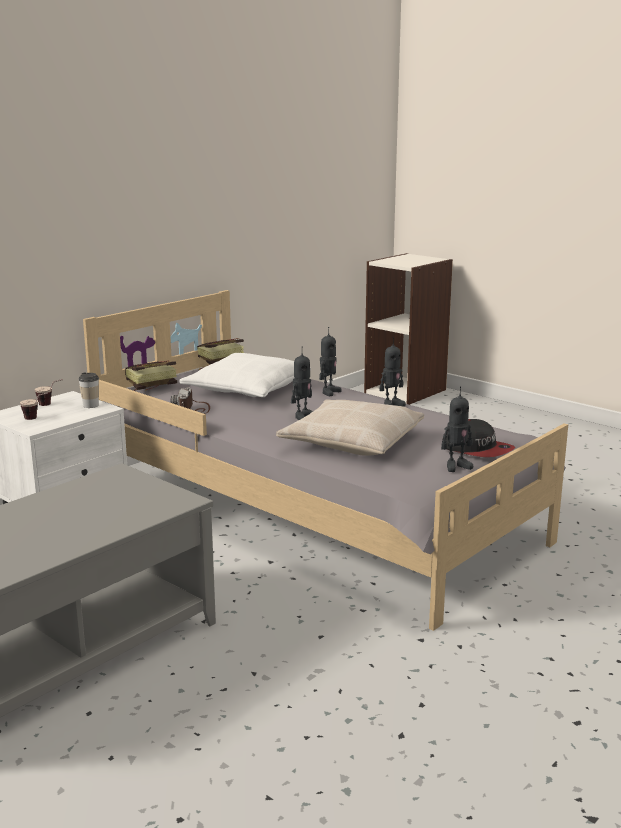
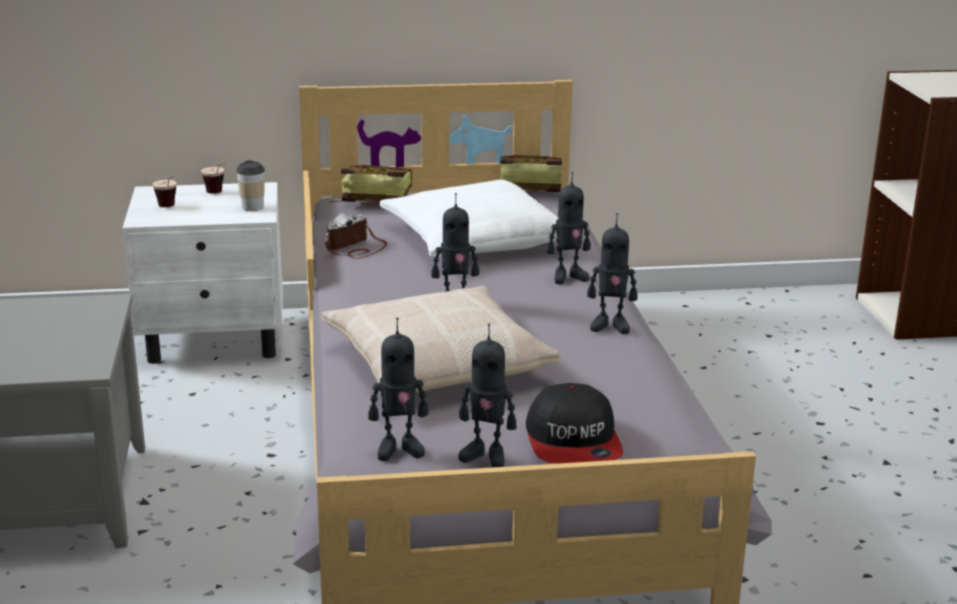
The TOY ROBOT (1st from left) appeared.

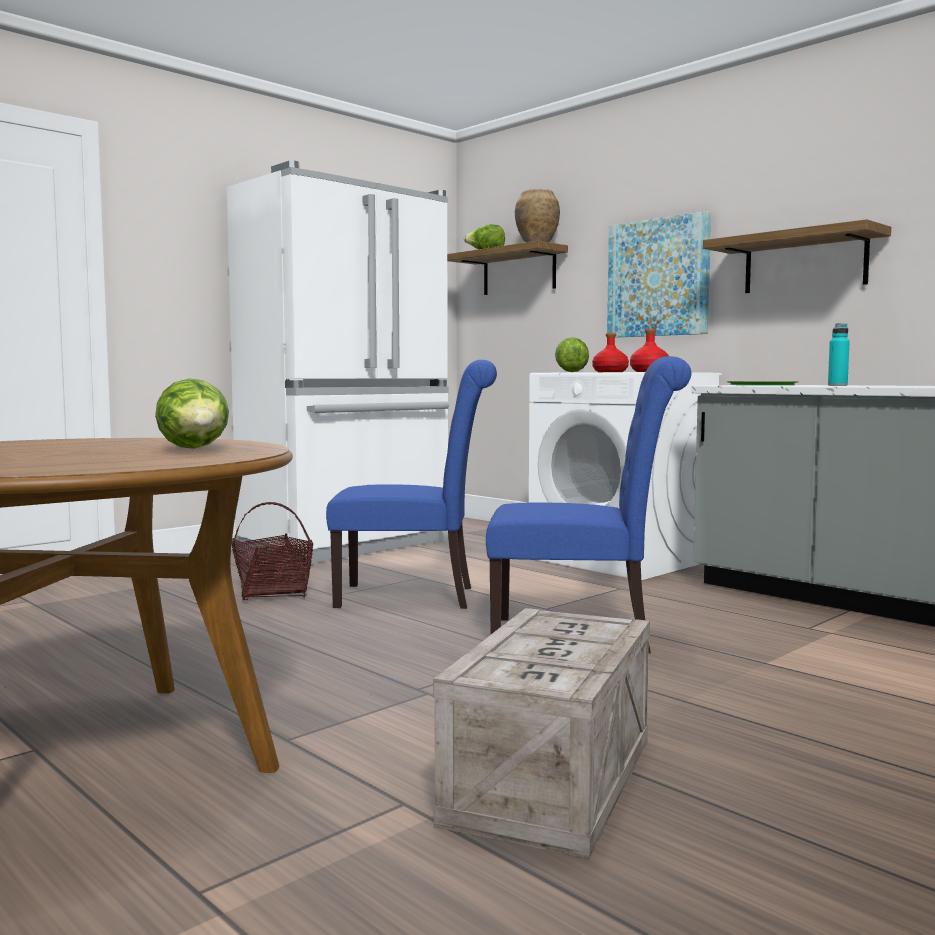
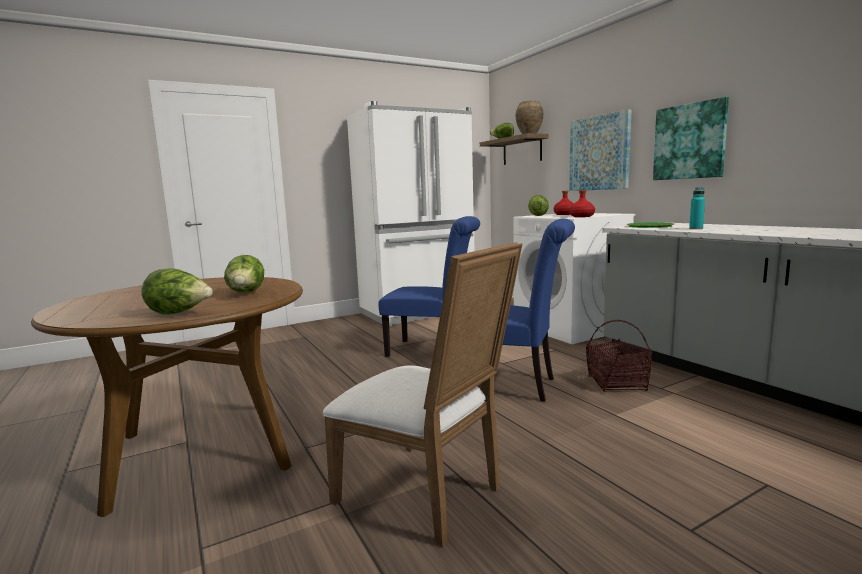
The LETTUCE HEAD (1st from left) appeared.
The BASKET moved.
The SHIPPING CRATE was replaced by the WHITISH UPRIGHT CHAIR.
The WALL SHELF (2nd from left) was replaced by the PICTURE (2nd from left).

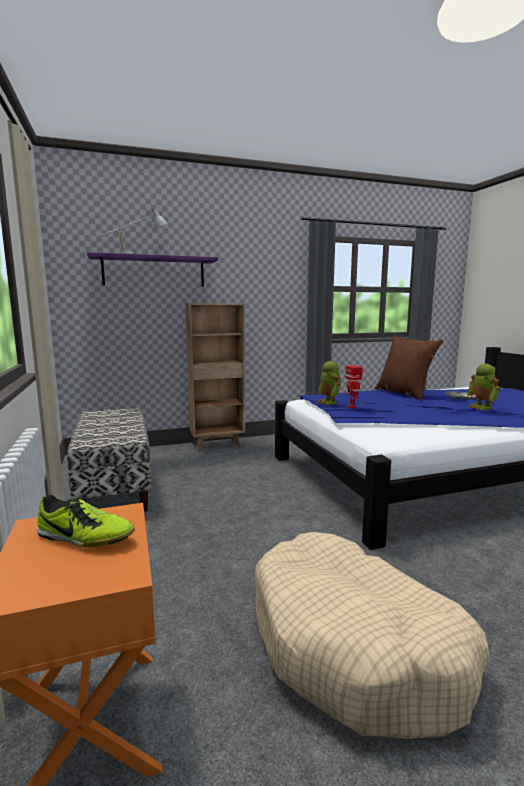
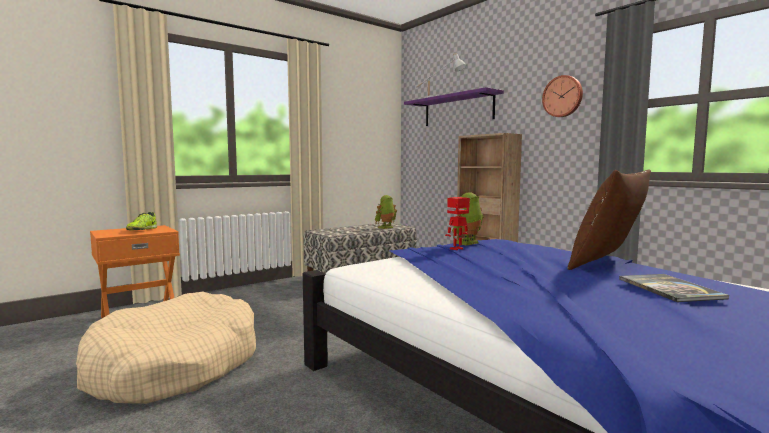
The WALL CLOCK appeared.
The TOY ROBOT (3rd from left in the first image) moved.

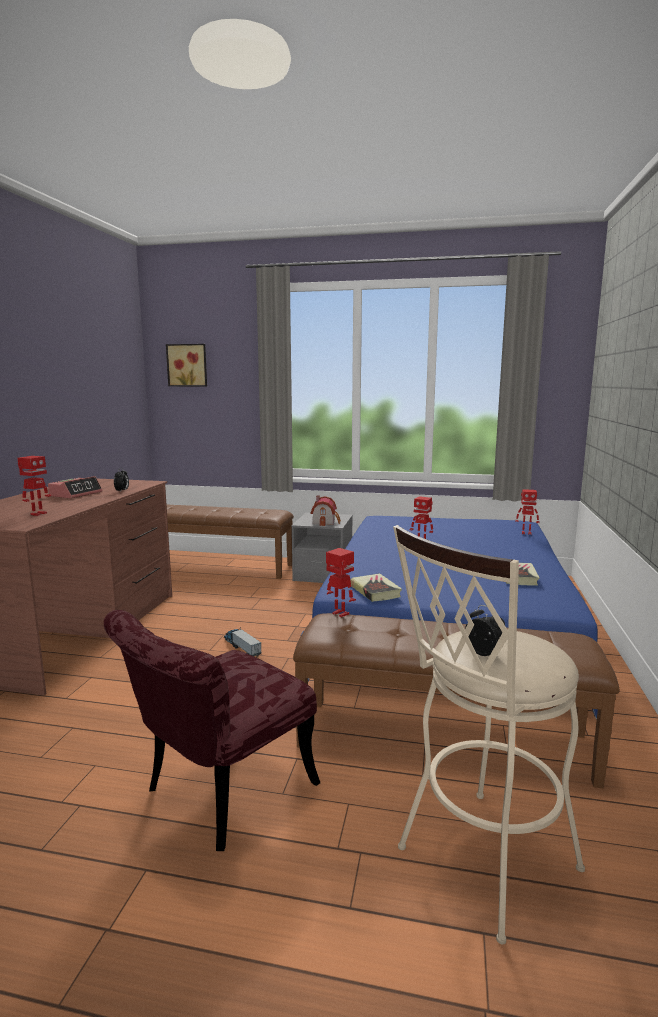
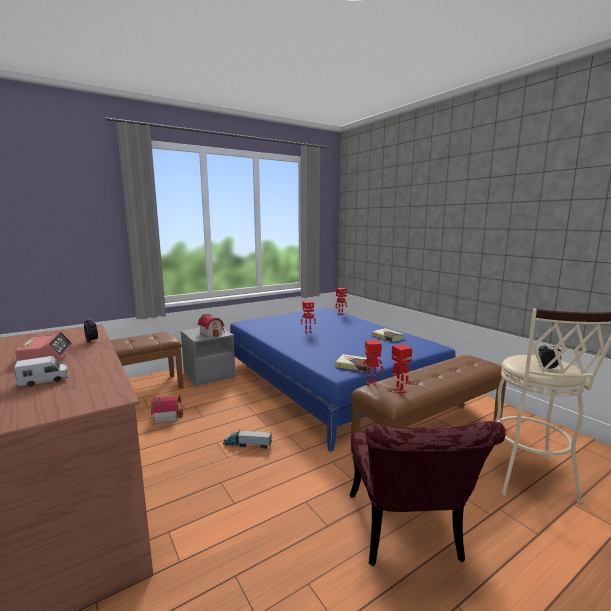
The PICTURE disappeared.
The MODEL TRUCK (1st from left) appeared.
The MINIATURE HOUSE (1st from left) appeared.
The TOY ROBOT (1st from left in the first image) moved.

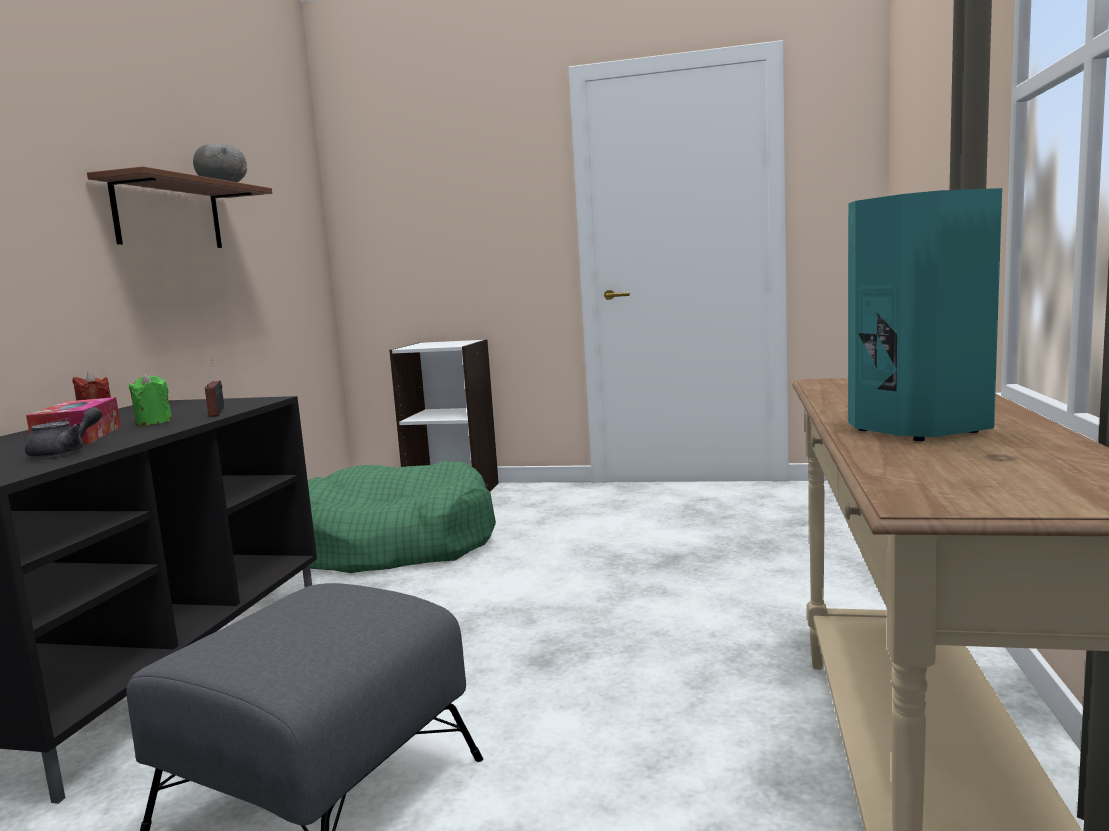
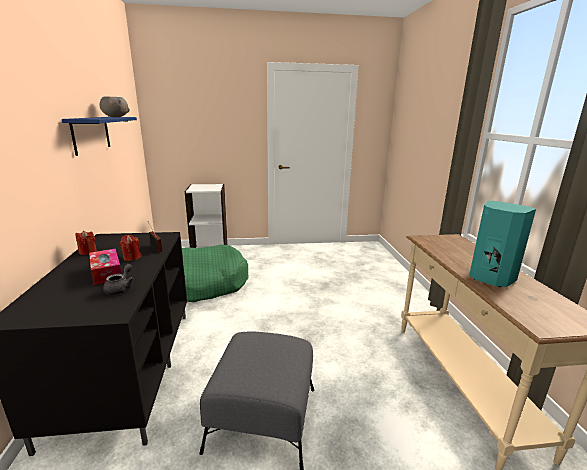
The BROWN-COLOURED WALL SHELF became the BLUE-COLOURED WALL SHELF.
The GREEN-COLOURED WAX LIGHT became the REDDISH WAX LIGHT (2nd from left).

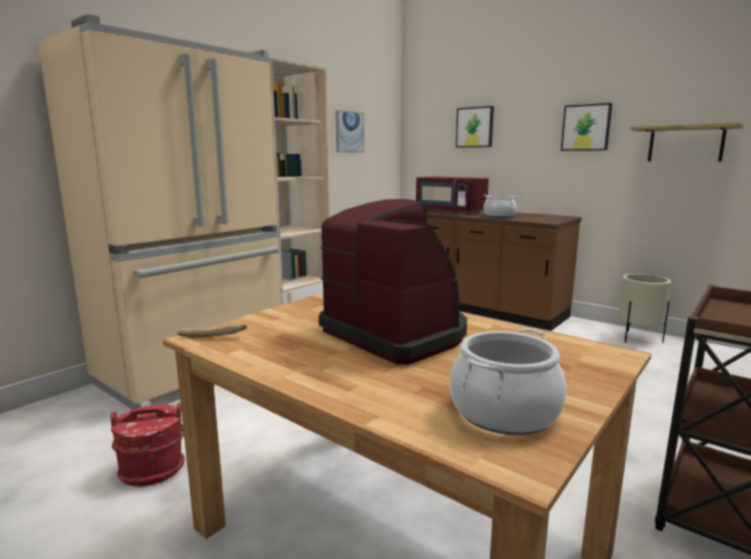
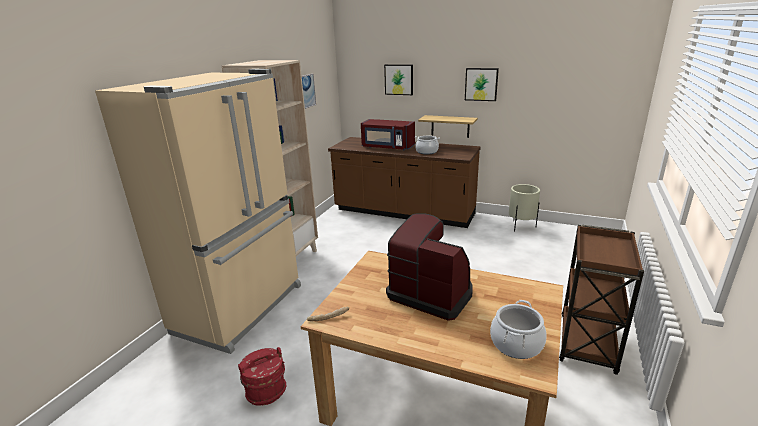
The WALL SHELF moved.

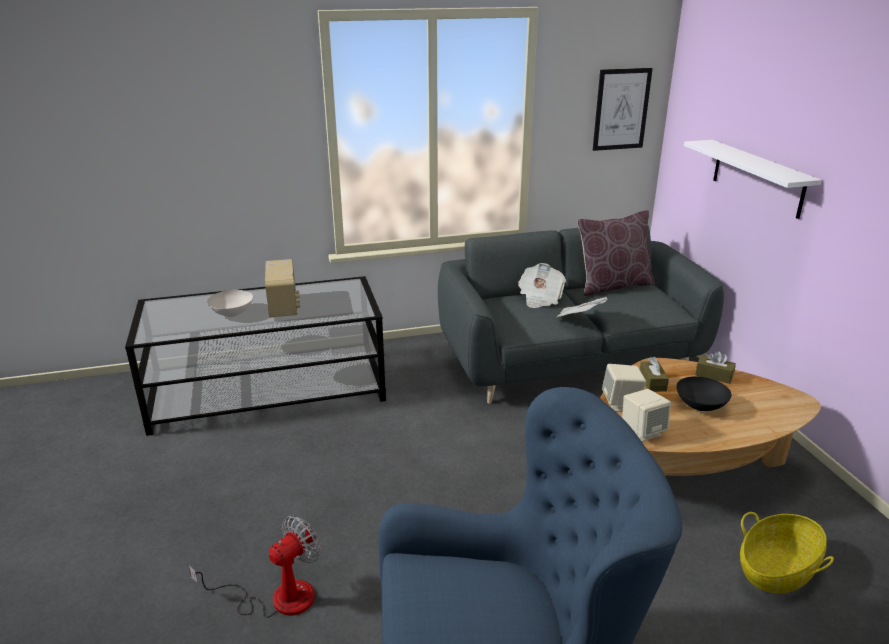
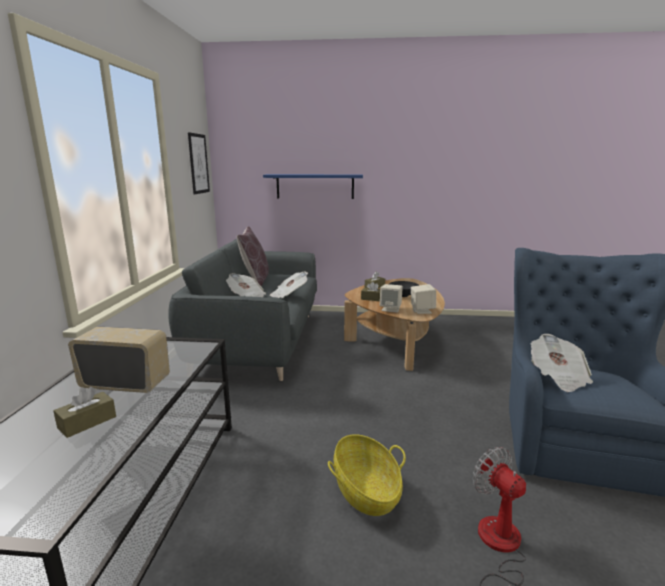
The PRINTED PAPER (3rd from left) appeared.
The BASKET moved.
The WHITISH SERVING BOWL was replaced by the BROWN-COLOURED BOX OF TISSUES (1st from left).
The WHITISH WALL SHELF became the BLUE-COLOURED WALL SHELF.

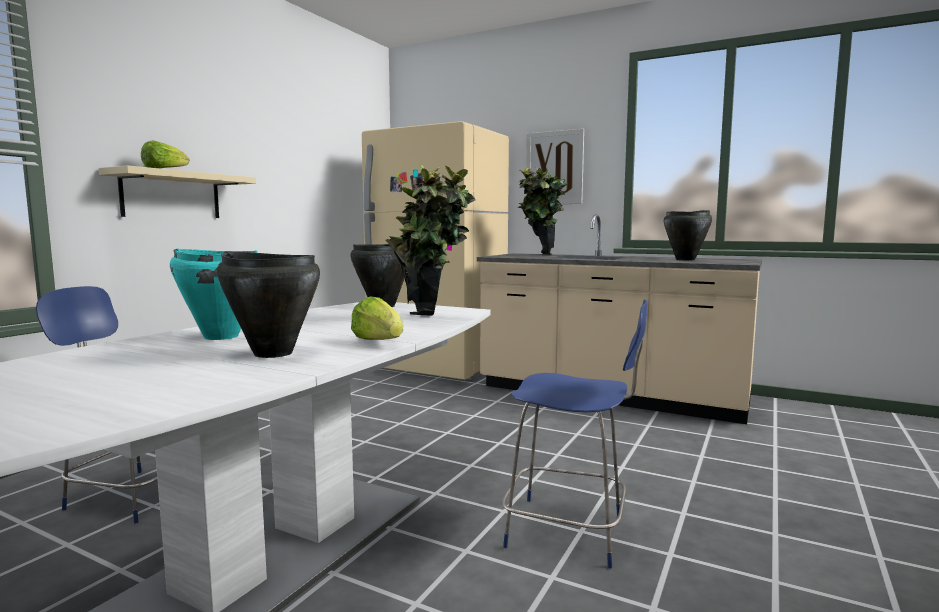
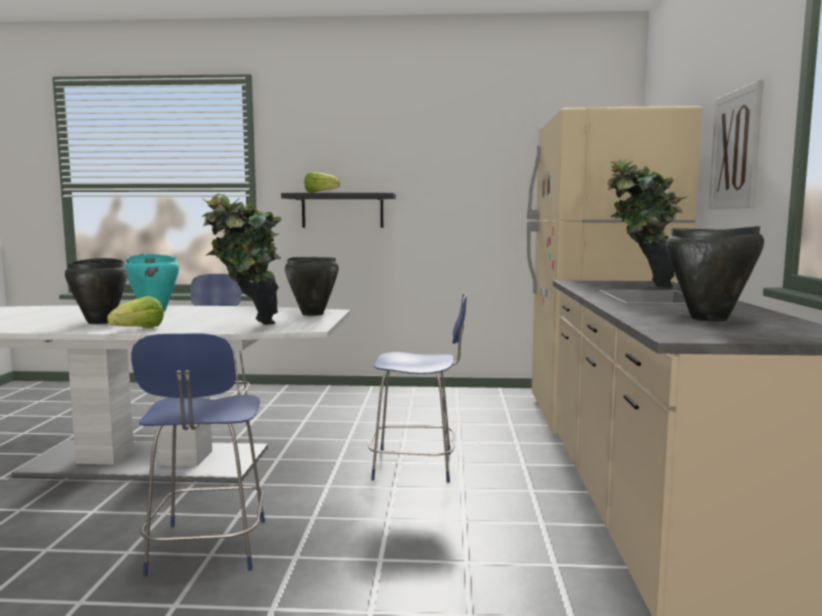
The BLUE-COLOURED UPRIGHT CHAIR (3rd from left) appeared.
The BEIGE WALL SHELF became the BLACK-COLOURED WALL SHELF.

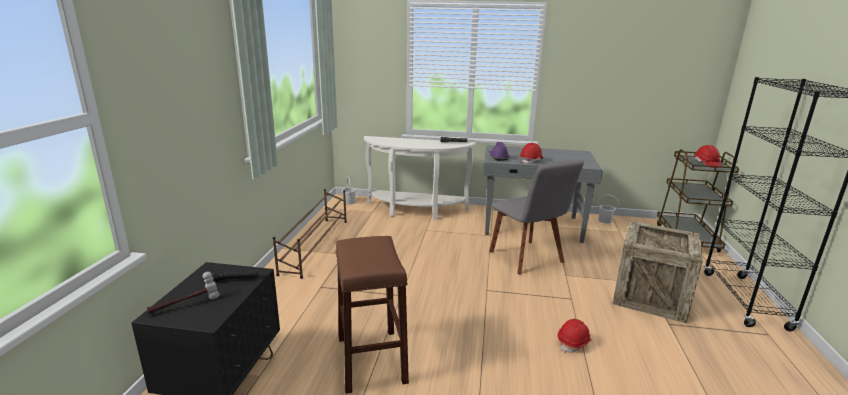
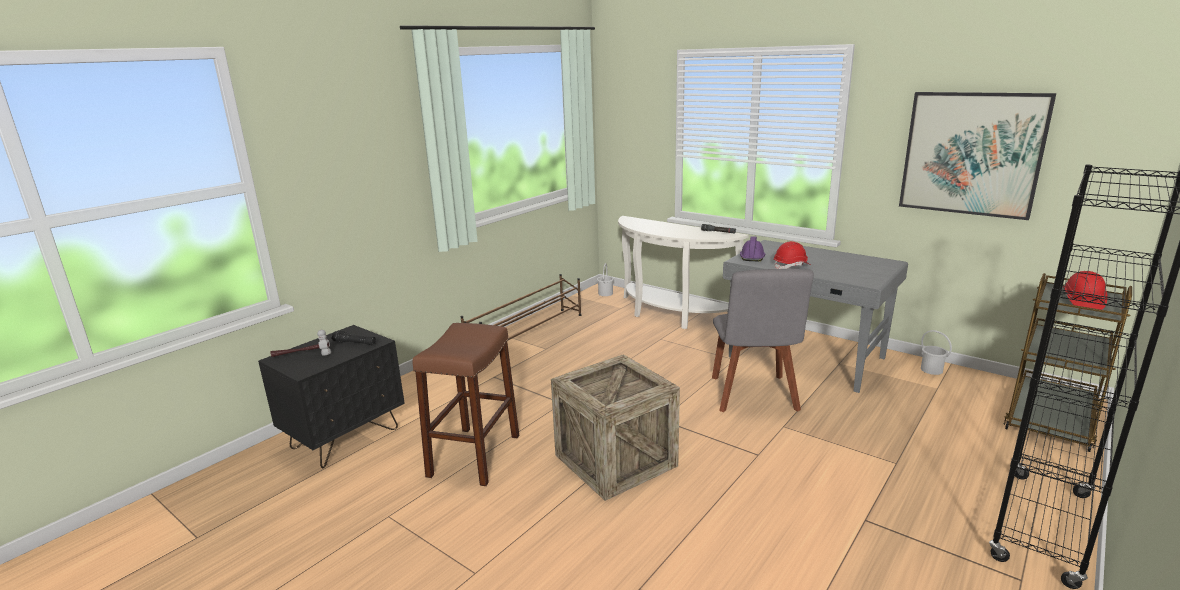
The REDDISH WORK HELMET (2nd from left) disappeared.
The PICTURE appeared.
The SHIPPING CRATE moved.

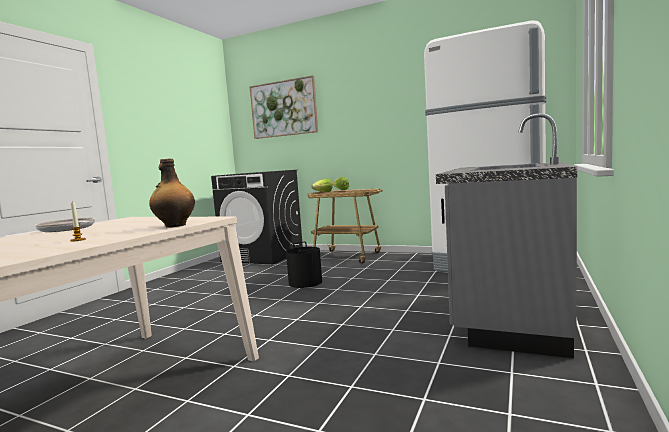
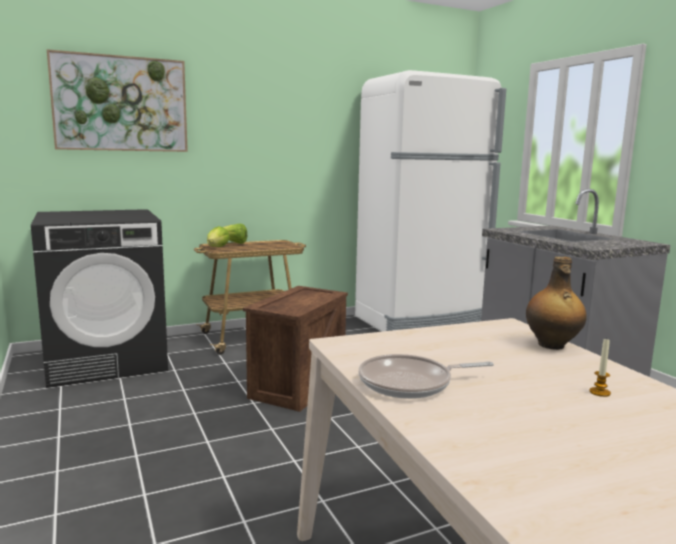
The BLACK-COLOURED BUCKET was replaced by the SHIPPING CRATE.

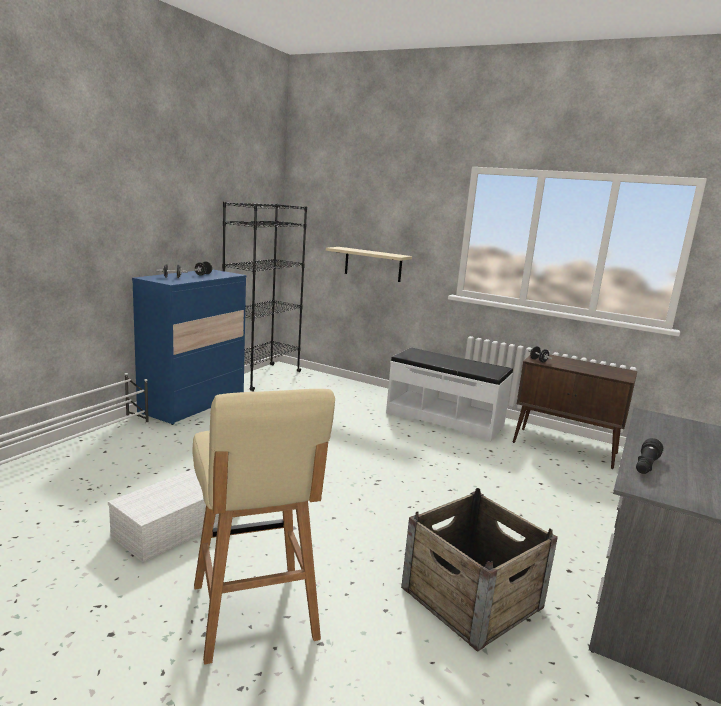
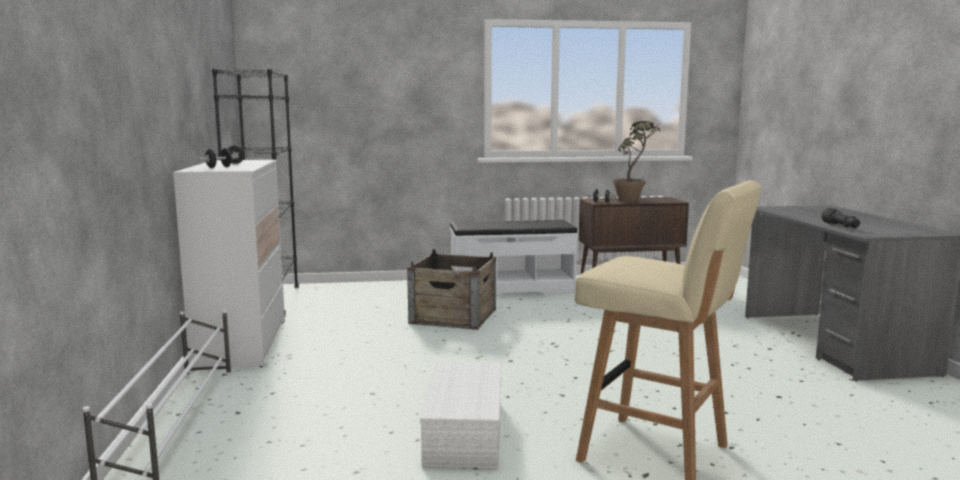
The BEIGE WALL SHELF disappeared.
The POTTED PLANT appeared.
The SHIPPING CRATE moved.
The BLUE-COLOURED DRAWER CHEST became the WHITISH DRAWER CHEST.

